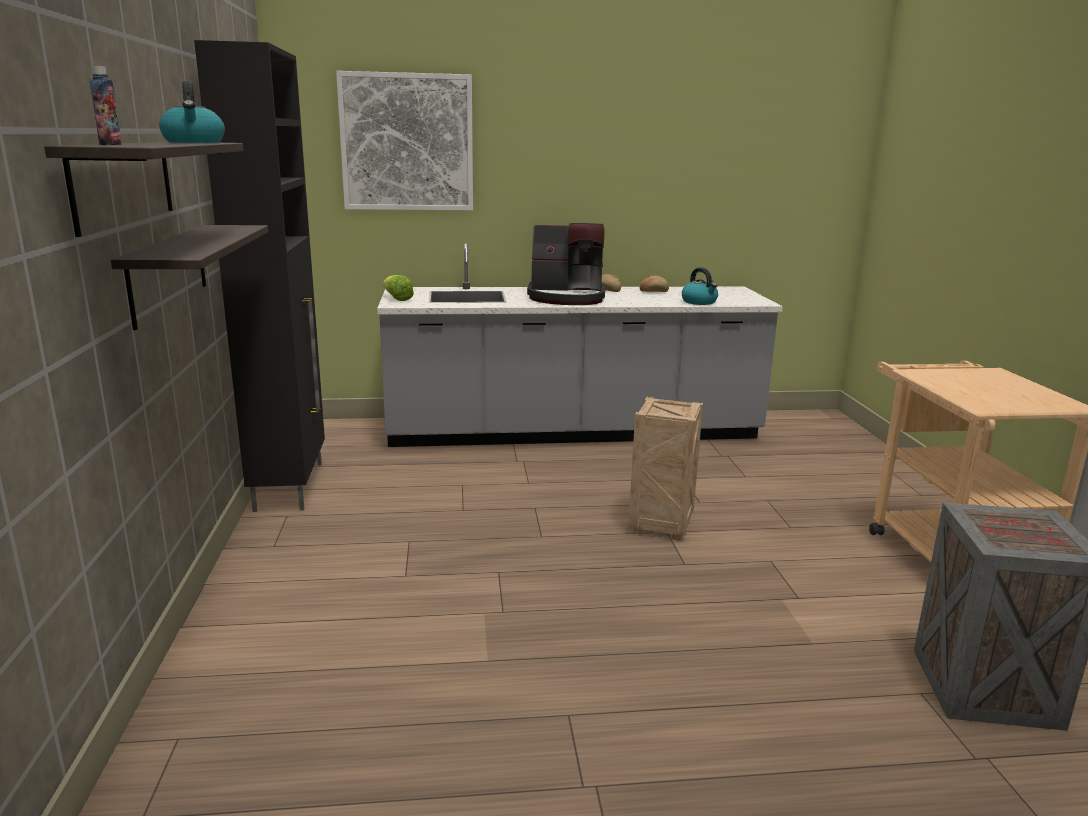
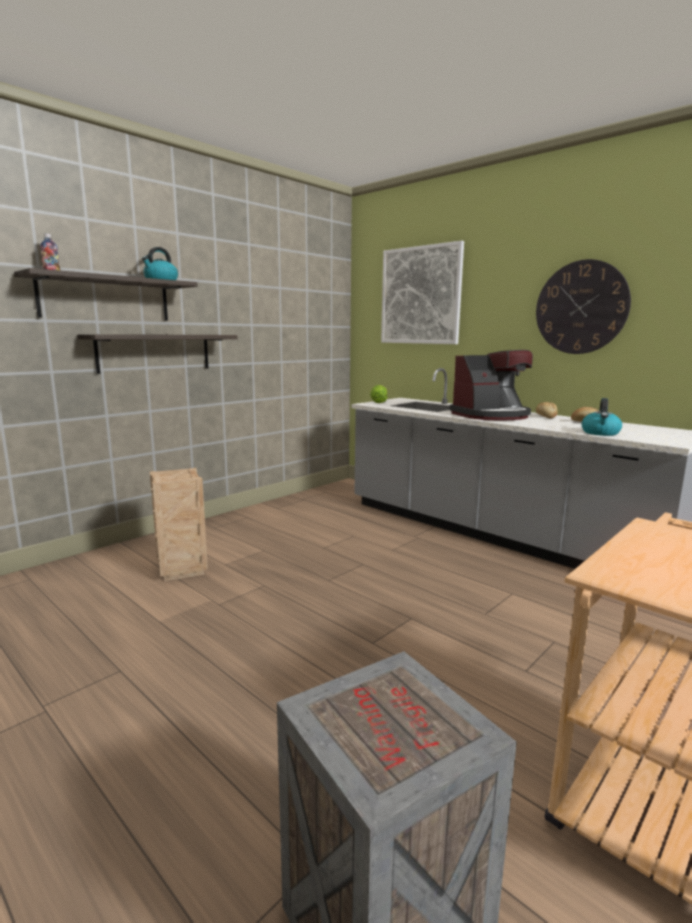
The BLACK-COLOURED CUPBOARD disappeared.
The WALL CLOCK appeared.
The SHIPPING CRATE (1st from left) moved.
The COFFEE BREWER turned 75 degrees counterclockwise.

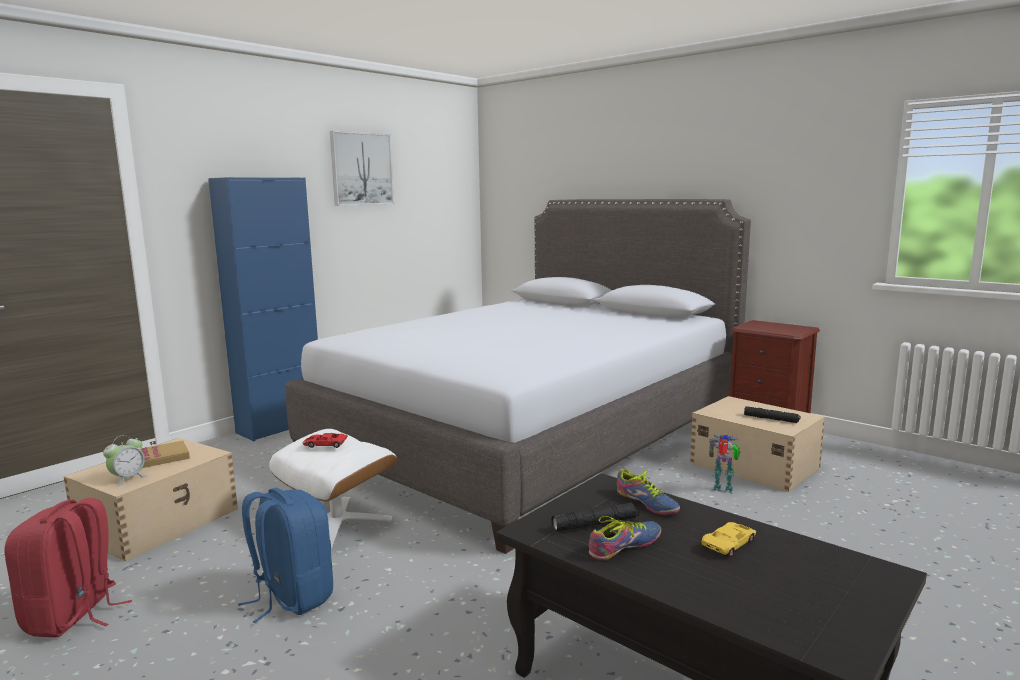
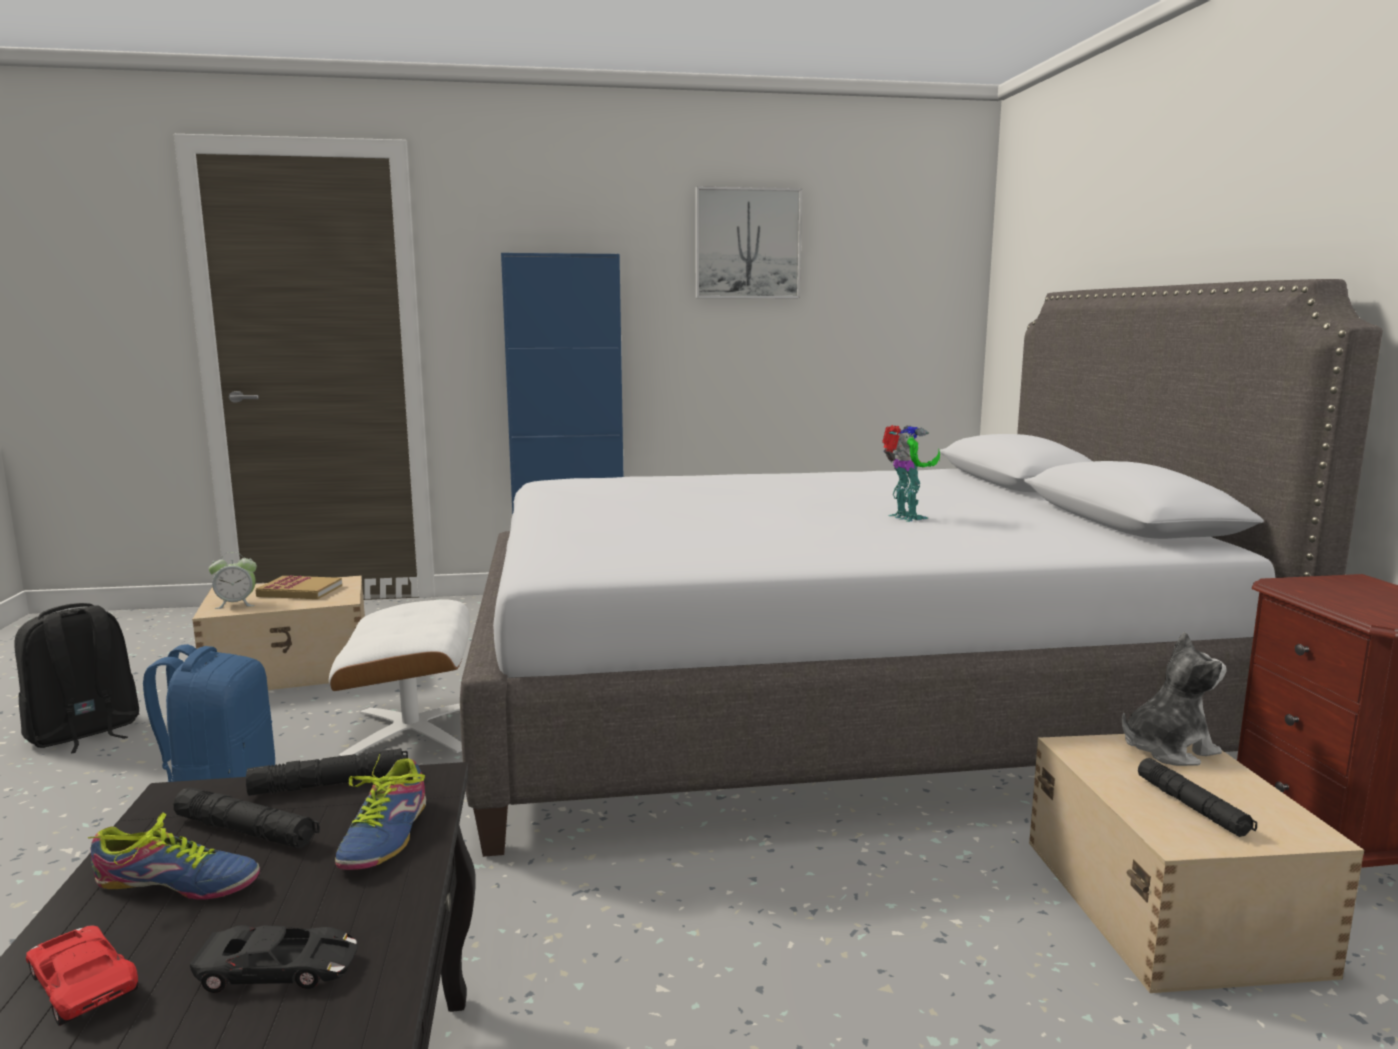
The BLACK-COLOURED TORCH (2nd from left) appeared.
The PLUSH TOY appeared.
The REDDISH MINIATURE CAR moved.
The TOY ROBOT moved.
The REDDISH RUCKSACK became the BLACK-COLOURED RUCKSACK.
The YELLOW MINIATURE CAR became the BLACK-COLOURED MINIATURE CAR.

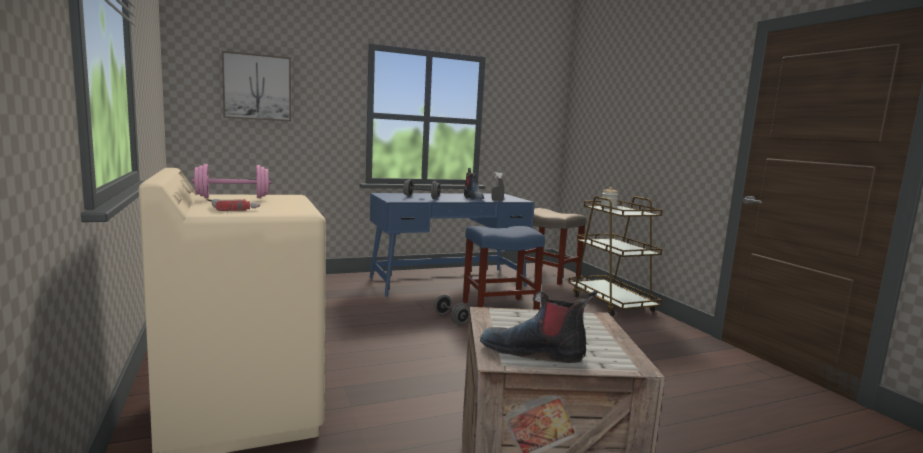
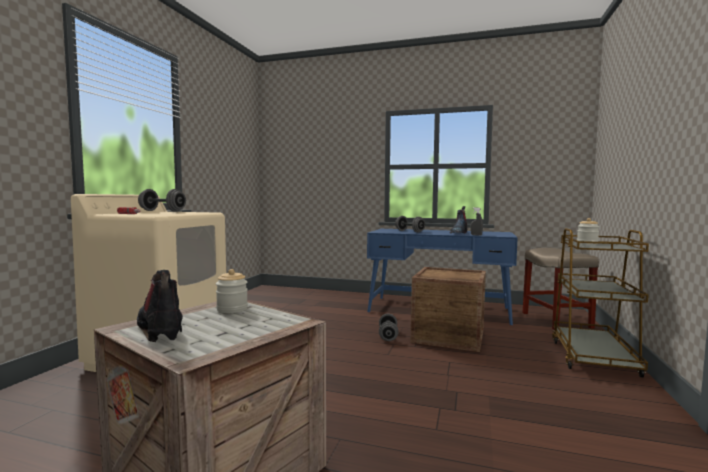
The PICTURE disappeared.
The STORAGE JAR (1st from left) appeared.
The BLUE-COLOURED STOOL SEAT was replaced by the SHIPPING CRATE (2nd from left).
The PINK HAND WEIGHT became the GRAY HAND WEIGHT (1st from left).

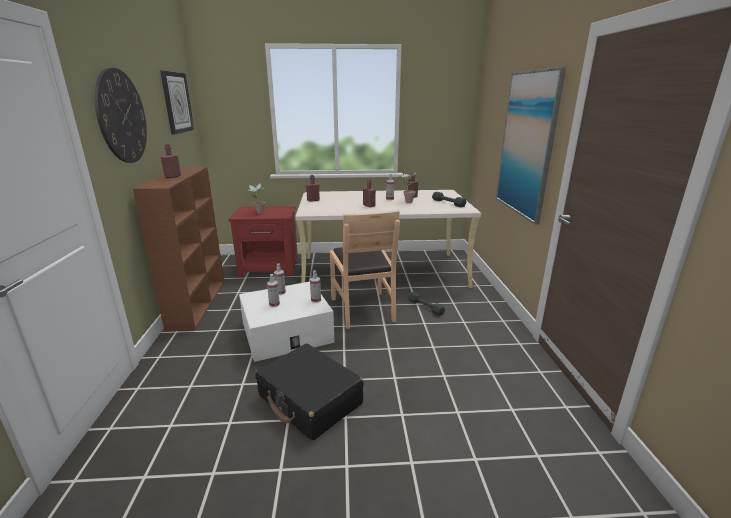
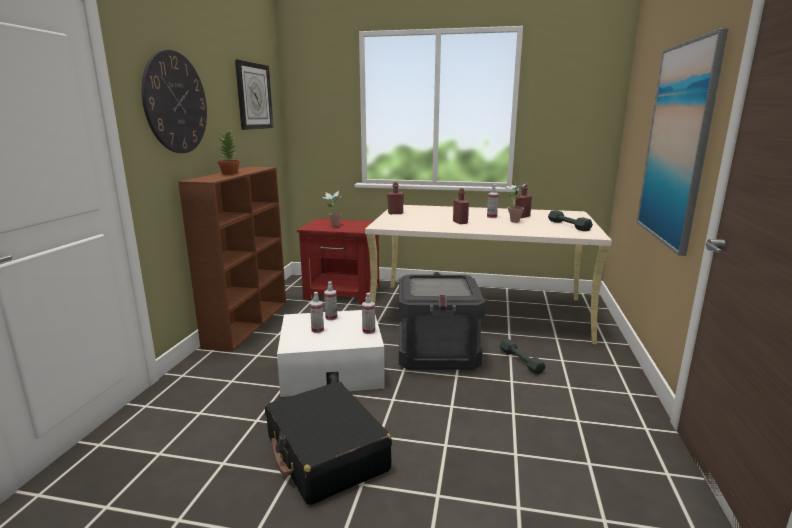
The REDDISH DRINK BOTTLE (1st from left) was replaced by the POTTED PLANT (1st from left).
The BROWN-COLOURED UPRIGHT CHAIR was replaced by the SHIPPING CRATE.

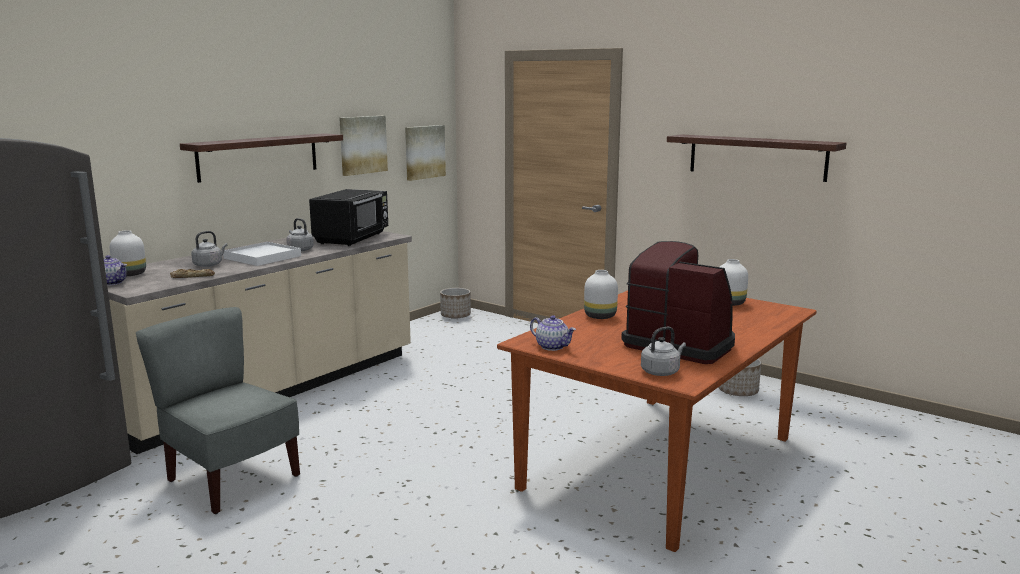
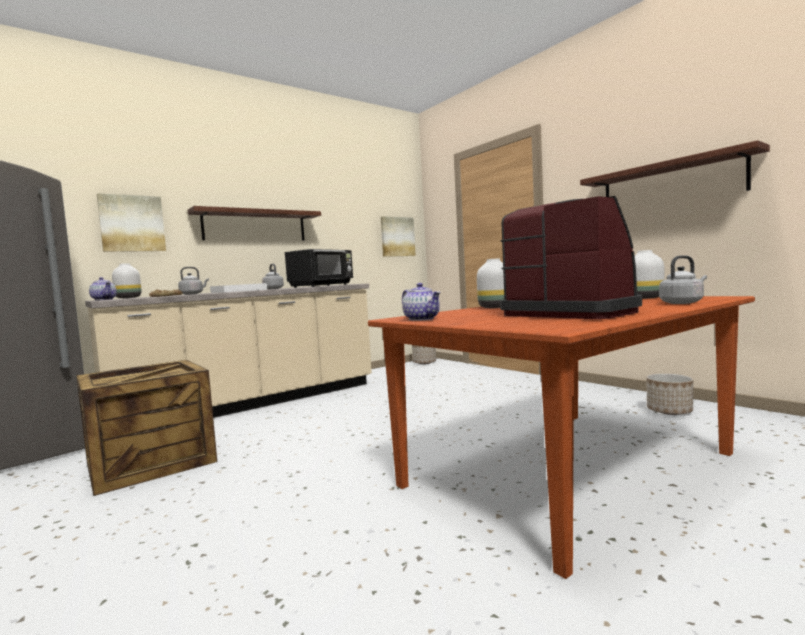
The PICTURE (1st from left) moved.
The GRAY KETTLE (3rd from left) moved.
The GRAY UPRIGHT CHAIR was replaced by the SHIPPING CRATE.

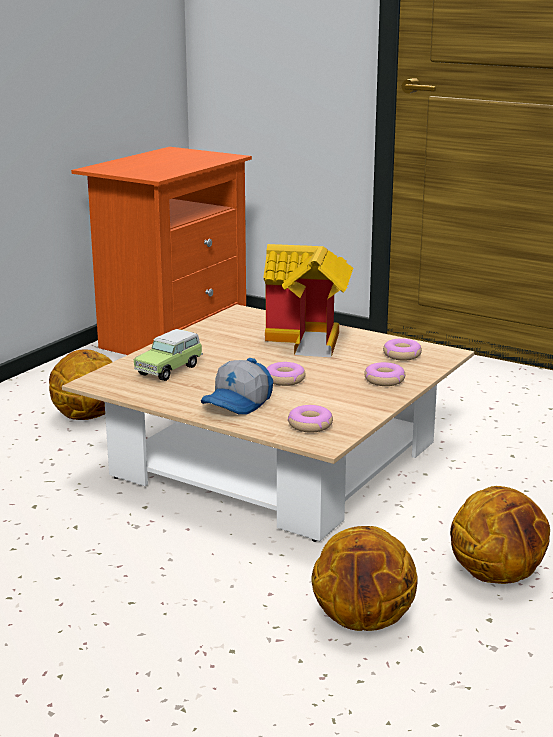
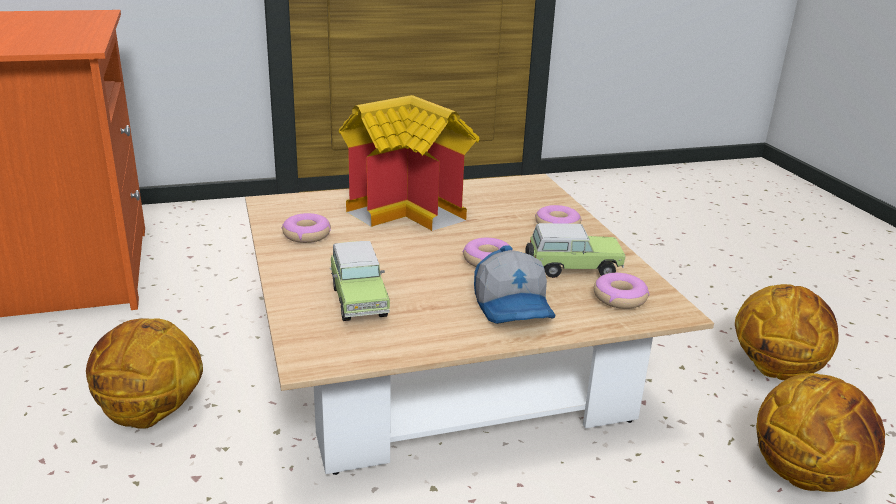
The MINIATURE CAR (2nd from left) appeared.
The DOUGHNUT (4th from left in the first image) moved.

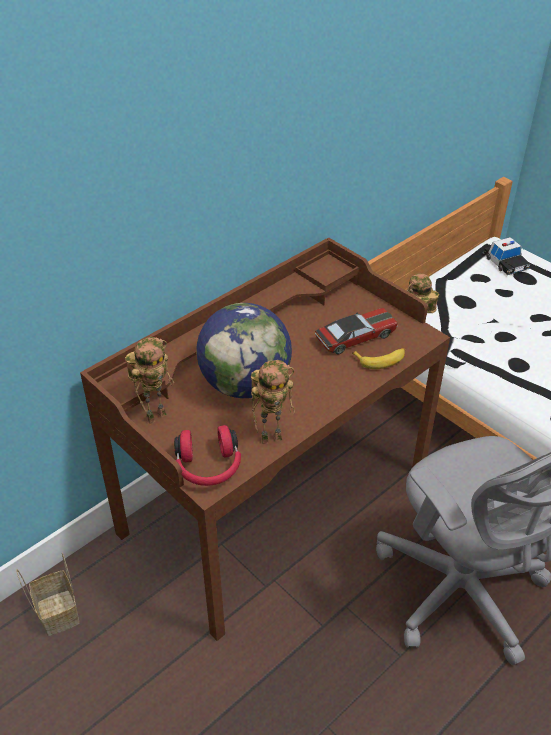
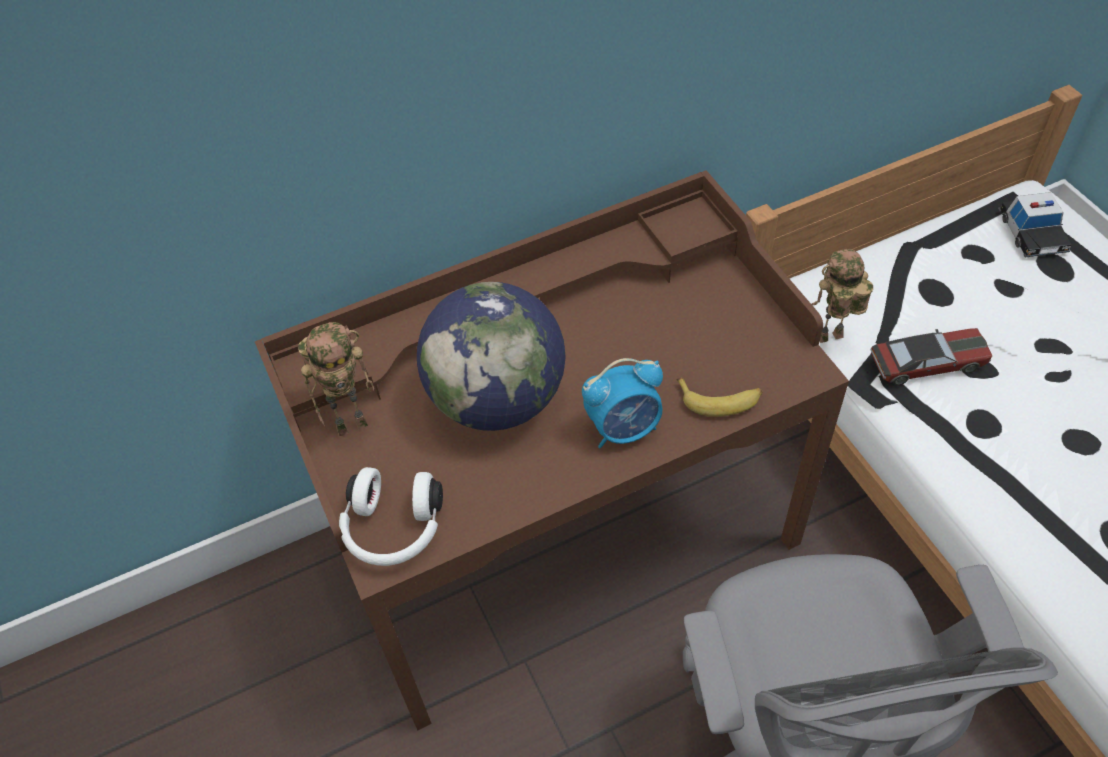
The BASKET disappeared.
The TOY ROBOT (2nd from left) disappeared.
The ALARM CLOCK appeared.
The MINIATURE CAR (1st from left) moved.
The REDDISH HEADSET became the WHITISH HEADSET.

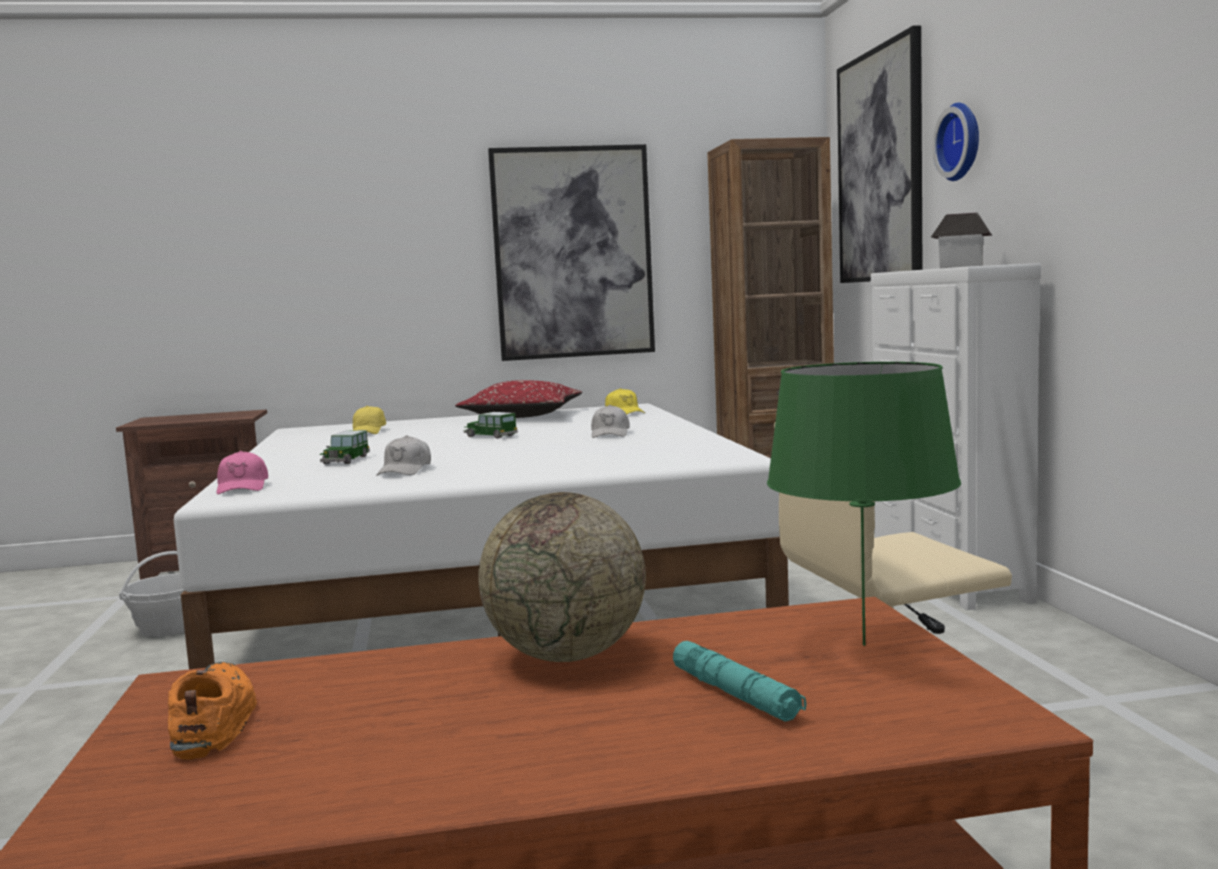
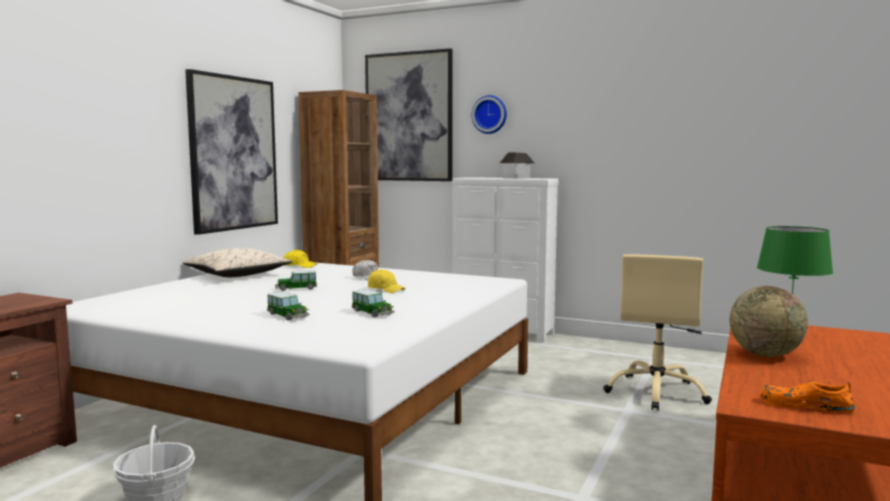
The PINK BASEBALL CAP disappeared.
The TURQUOISE TORCH disappeared.
The YELLOW BASEBALL CAP (1st from left in the first image) moved.
The WHITISH BASEBALL CAP (1st from left) was replaced by the MINIATURE CAR (3rd from left).
The REDDISH PILLOW became the BEIGE PILLOW.

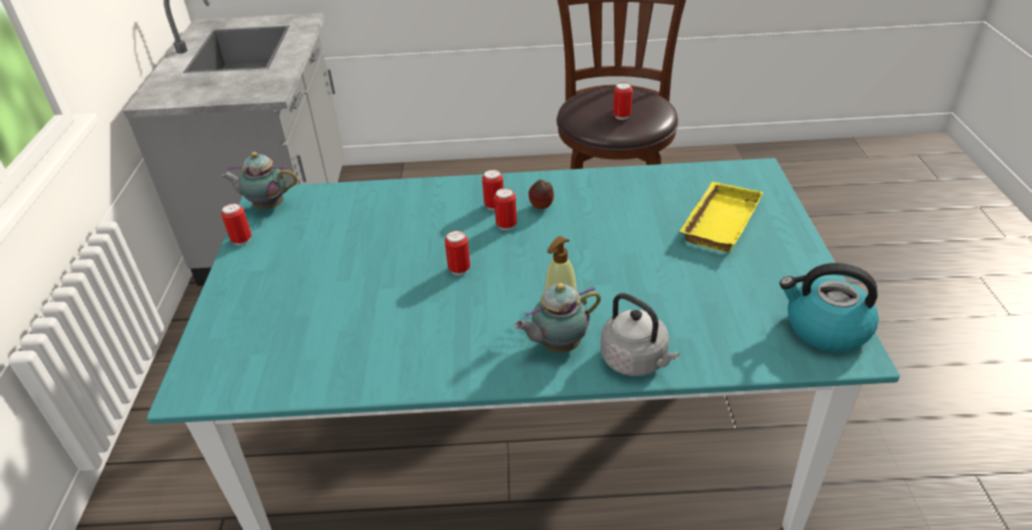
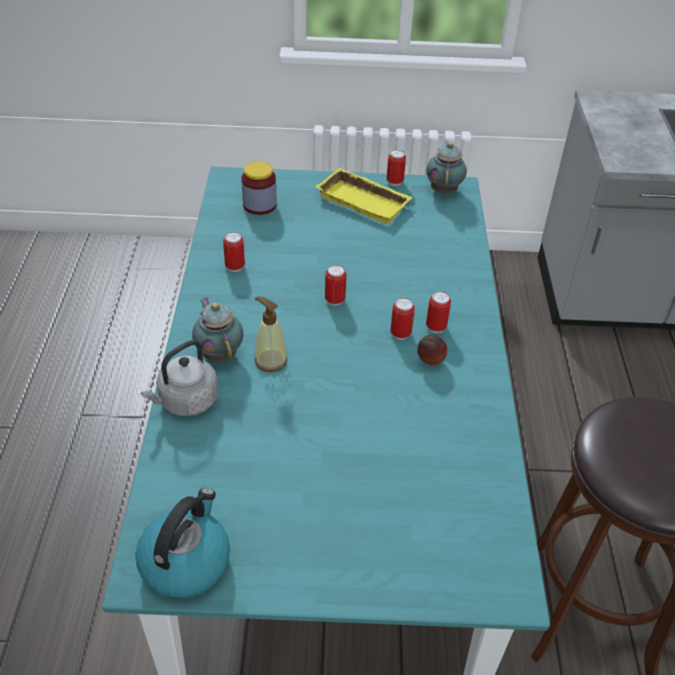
The STORAGE JAR appeared.
The CAN (5th from left in the first image) moved.
The YELLOW CARRYING TRAY moved.

